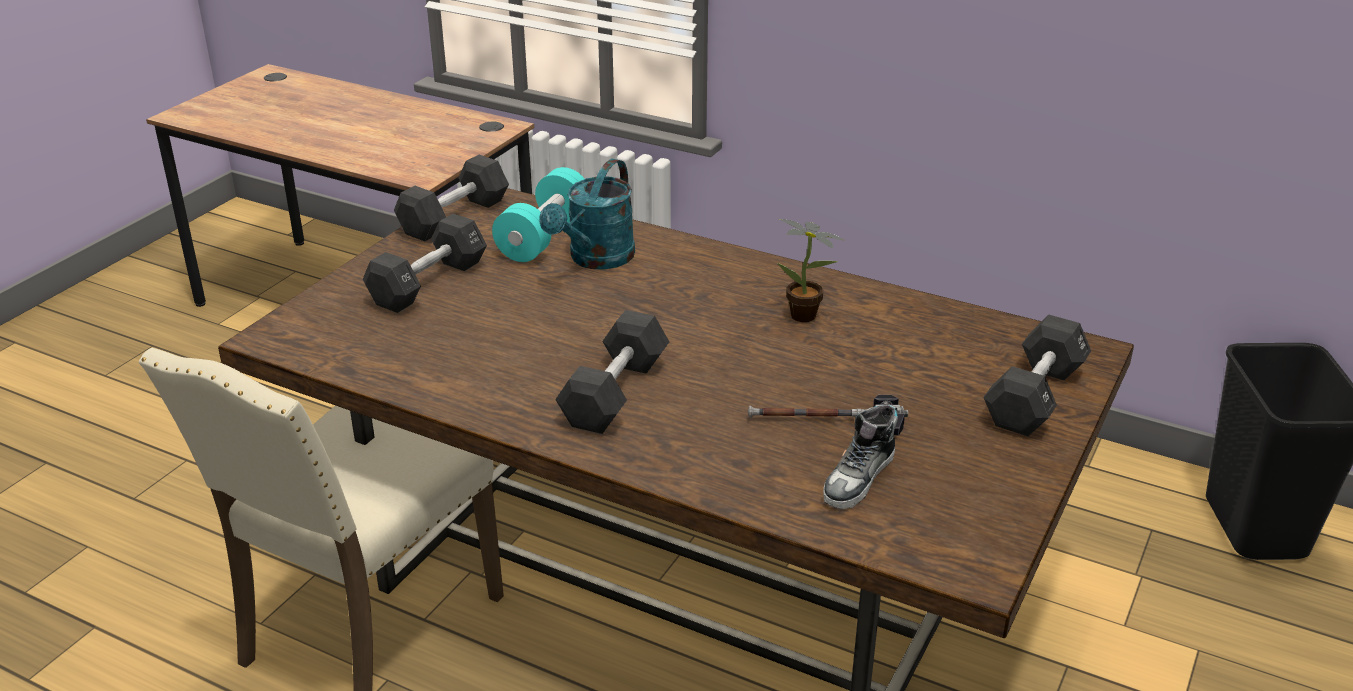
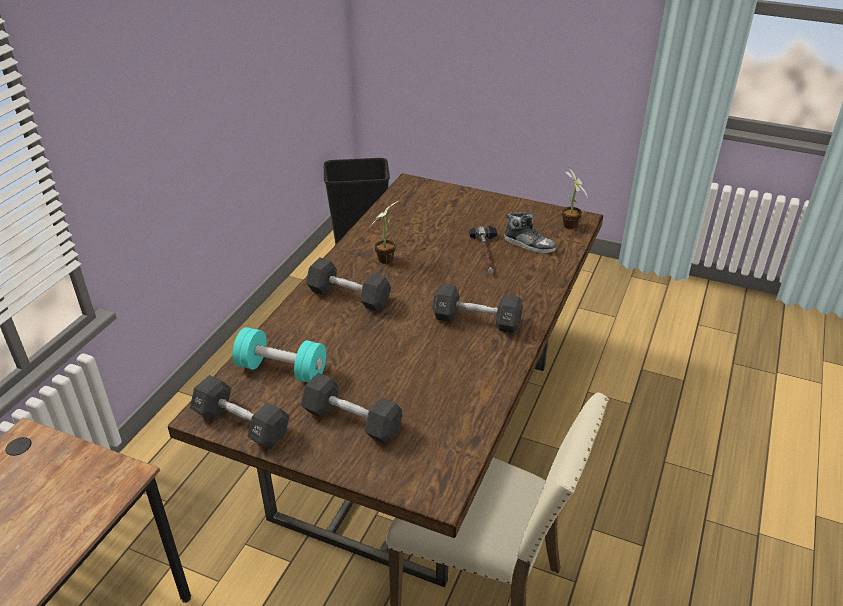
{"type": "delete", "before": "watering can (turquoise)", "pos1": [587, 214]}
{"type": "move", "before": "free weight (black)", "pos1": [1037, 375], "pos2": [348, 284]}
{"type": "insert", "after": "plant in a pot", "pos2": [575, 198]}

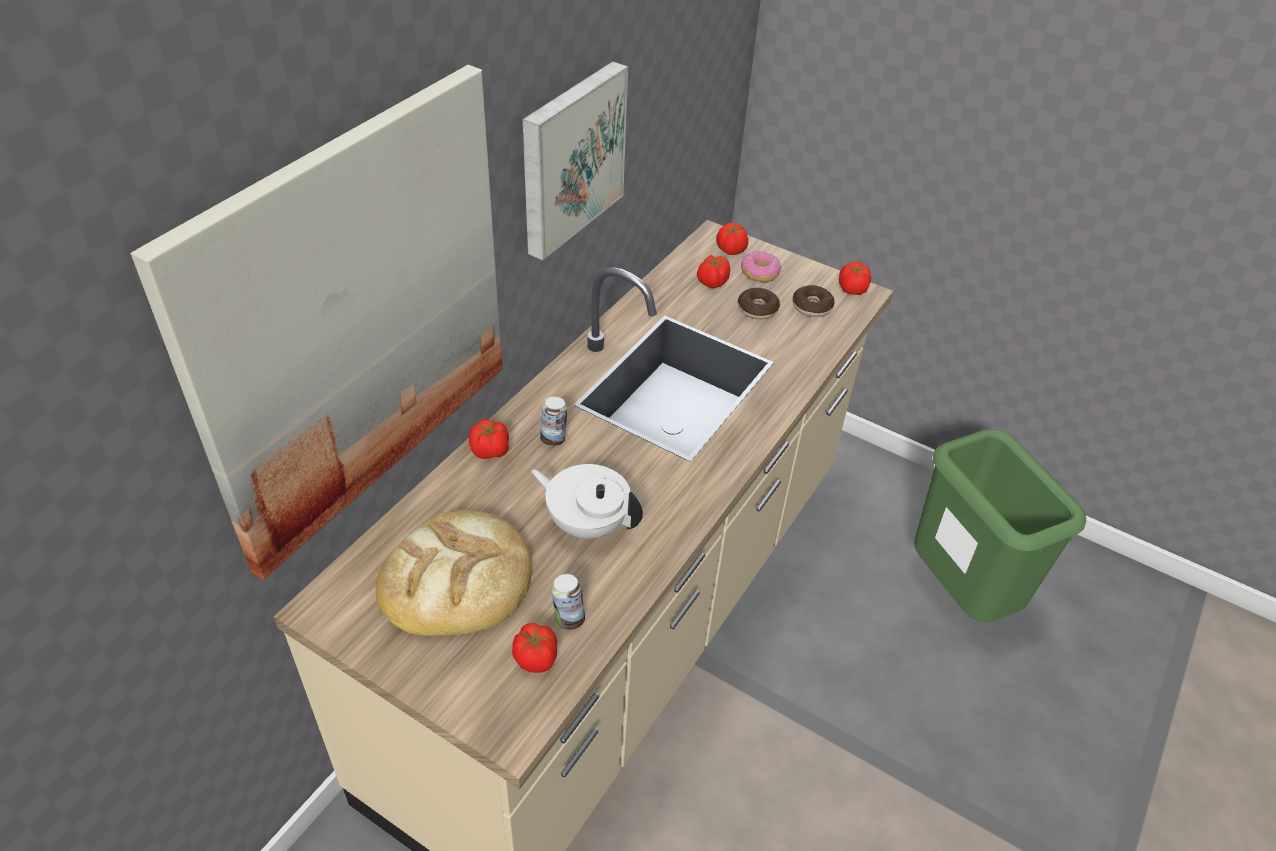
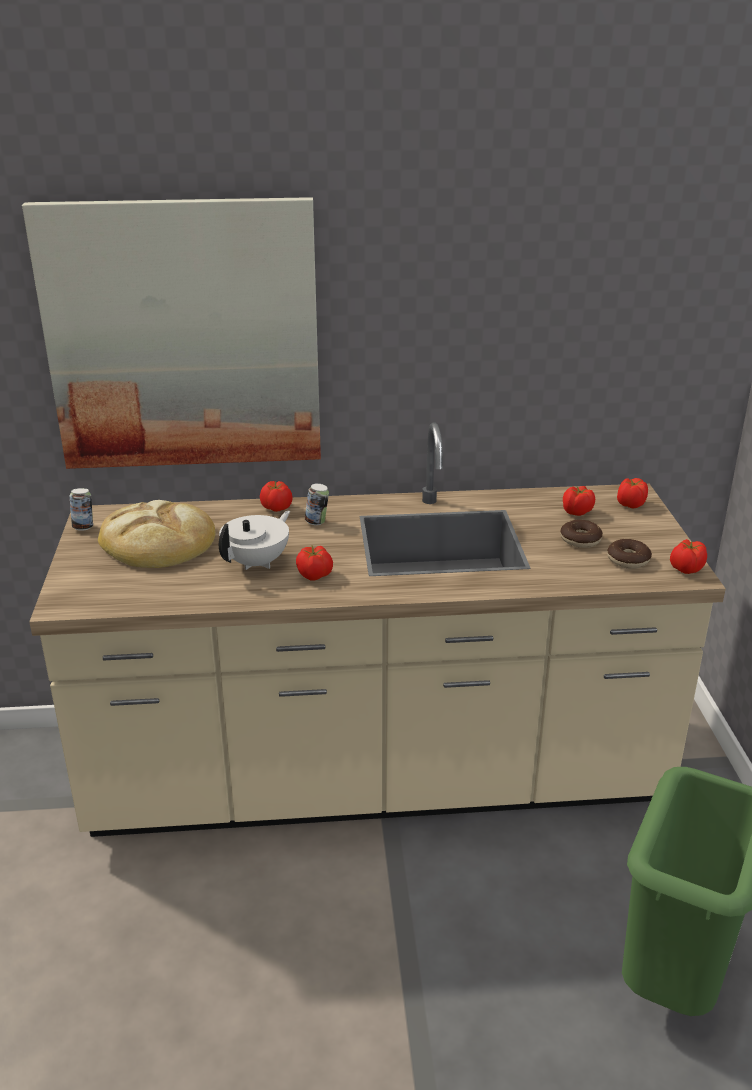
{"type": "move", "before": "fresh tomato", "pos1": [534, 648], "pos2": [314, 563]}
{"type": "delete", "before": "wall art", "pos1": [575, 160]}
{"type": "rotate", "before": "tea pot (whitish)", "pos1": [587, 501], "pos2": [254, 540], "turn": 45}
{"type": "move", "before": "sealed can", "pos1": [568, 602], "pos2": [81, 509]}
{"type": "delete", "before": "donut", "pos1": [761, 266]}

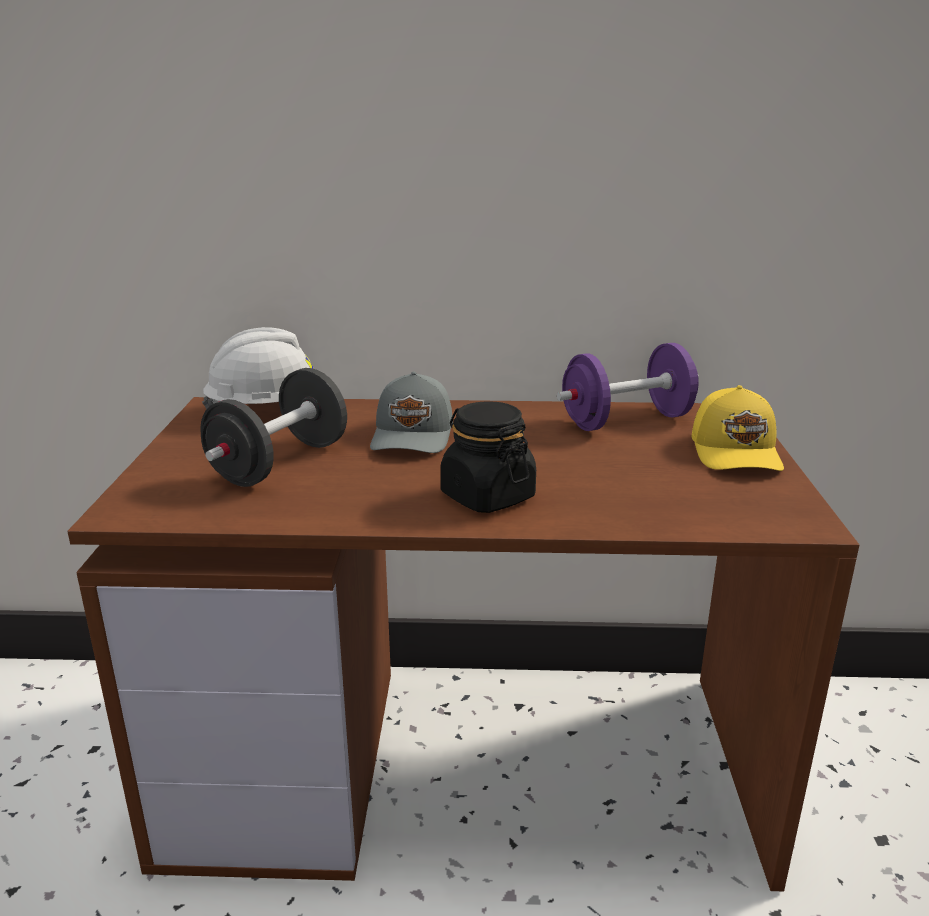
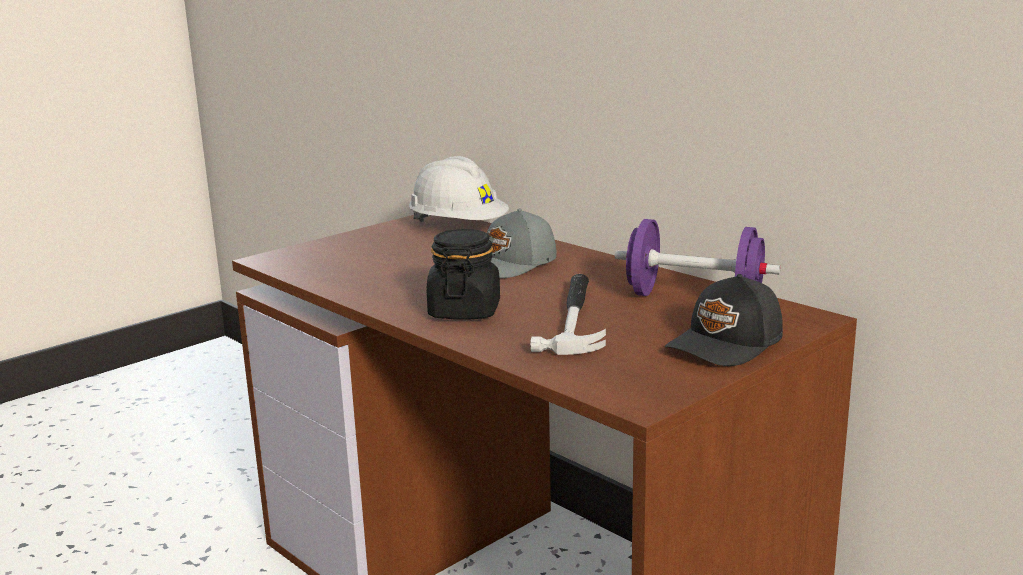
{"type": "delete", "before": "free weight (black)", "pos1": [273, 427]}
{"type": "recolor", "before": "peaked cap (yellow-coloured)", "after": "peaked cap (black)", "pos1": [738, 428], "pos2": [724, 320]}
{"type": "insert", "after": "hammer", "pos2": [568, 314]}

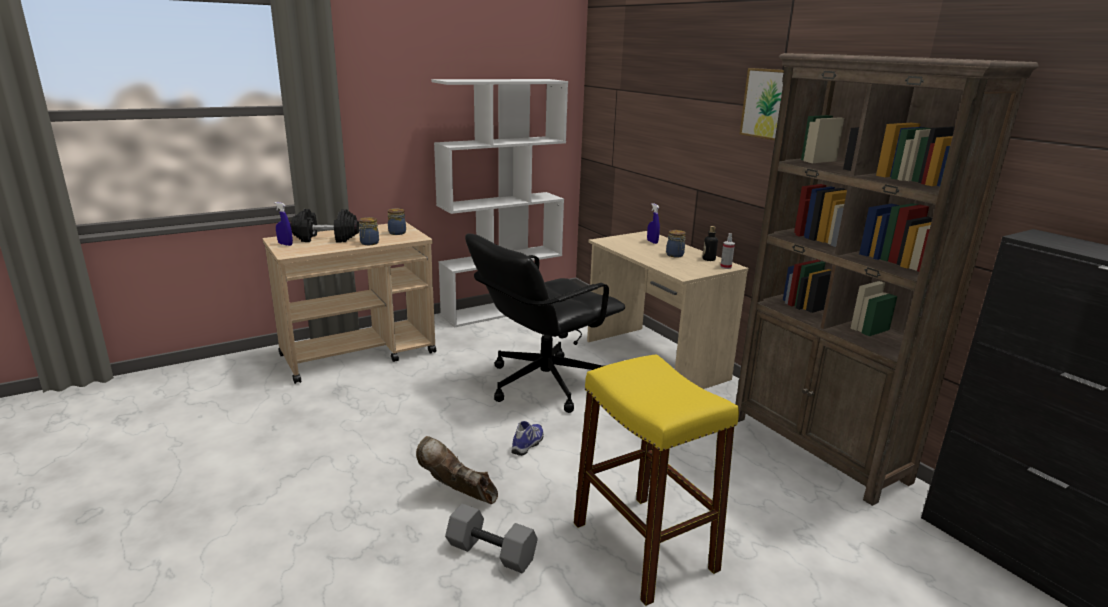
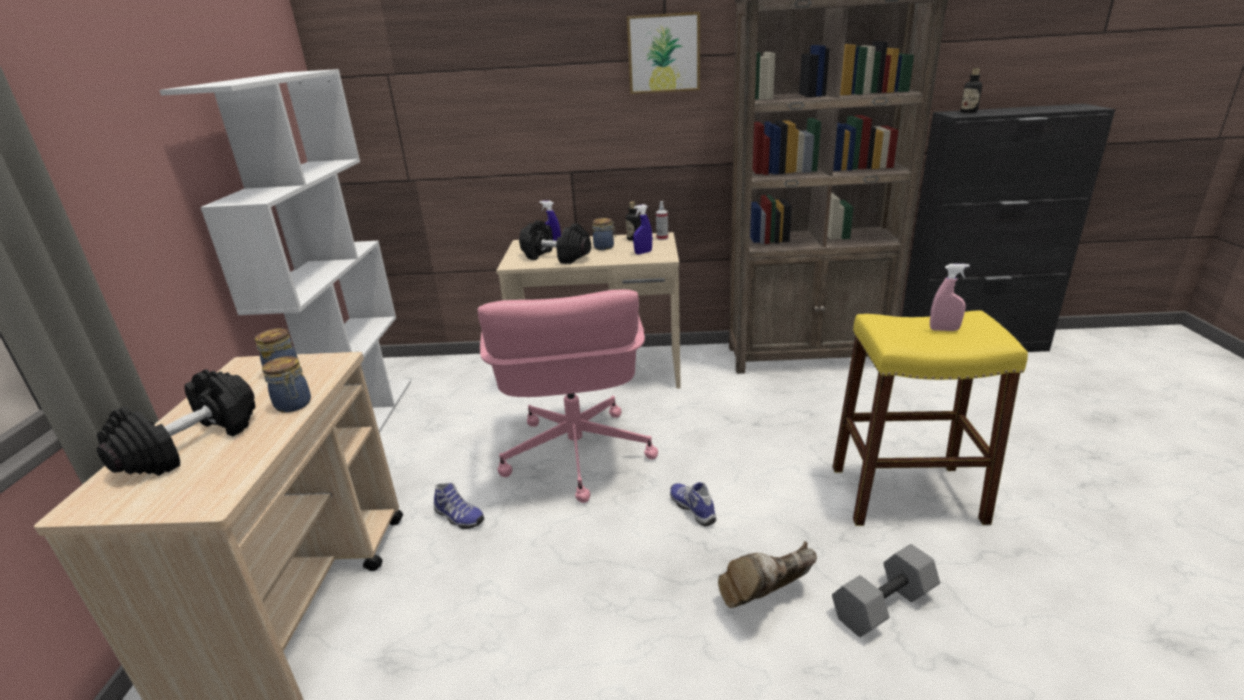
{"type": "move", "before": "hand sprayer (bluish)", "pos1": [283, 224], "pos2": [642, 229]}
{"type": "recolor", "before": "office chair (black)", "after": "office chair (pink-coloured)", "pos1": [545, 323], "pos2": [568, 396]}
{"type": "insert", "after": "item of footwear", "pos2": [459, 506]}
{"type": "insert", "after": "free weight (black)", "pos2": [555, 242]}
{"type": "insert", "after": "hand sprayer (pink-coloured)", "pos2": [950, 297]}
{"type": "insert", "after": "bottle", "pos2": [971, 90]}

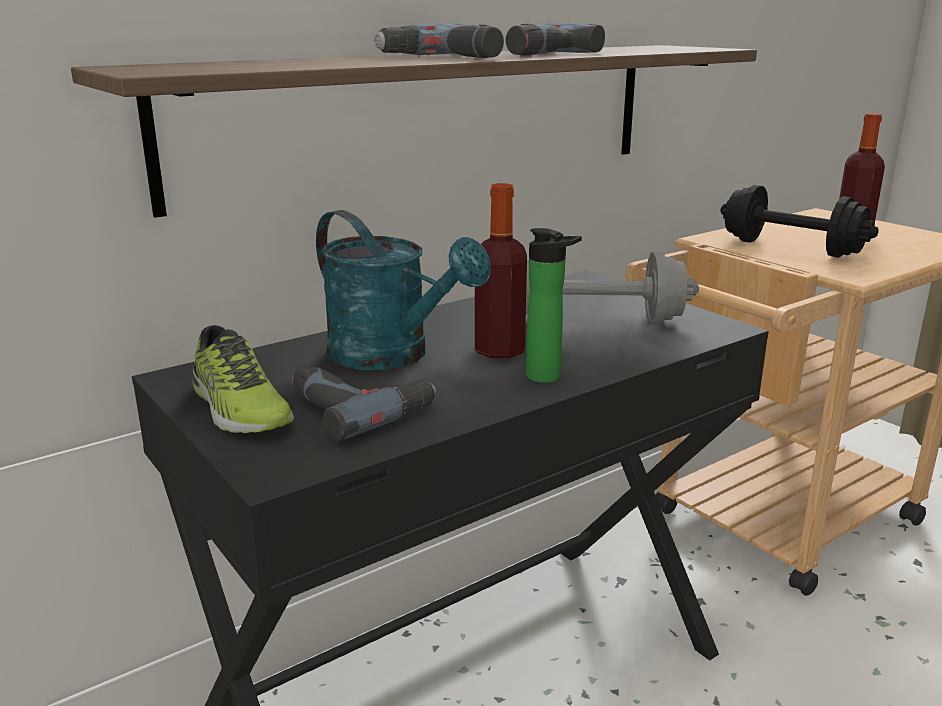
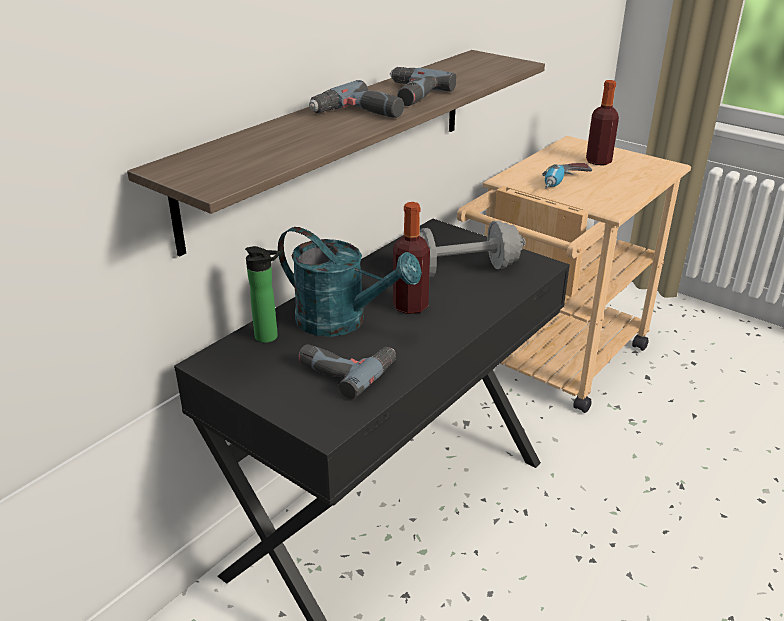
{"type": "delete", "before": "item of footwear", "pos1": [243, 379]}
{"type": "move", "before": "bottle", "pos1": [554, 305], "pos2": [262, 294]}
{"type": "replace", "before": "free weight (black)", "after": "power drill", "pos1": [799, 221], "pos2": [567, 176]}

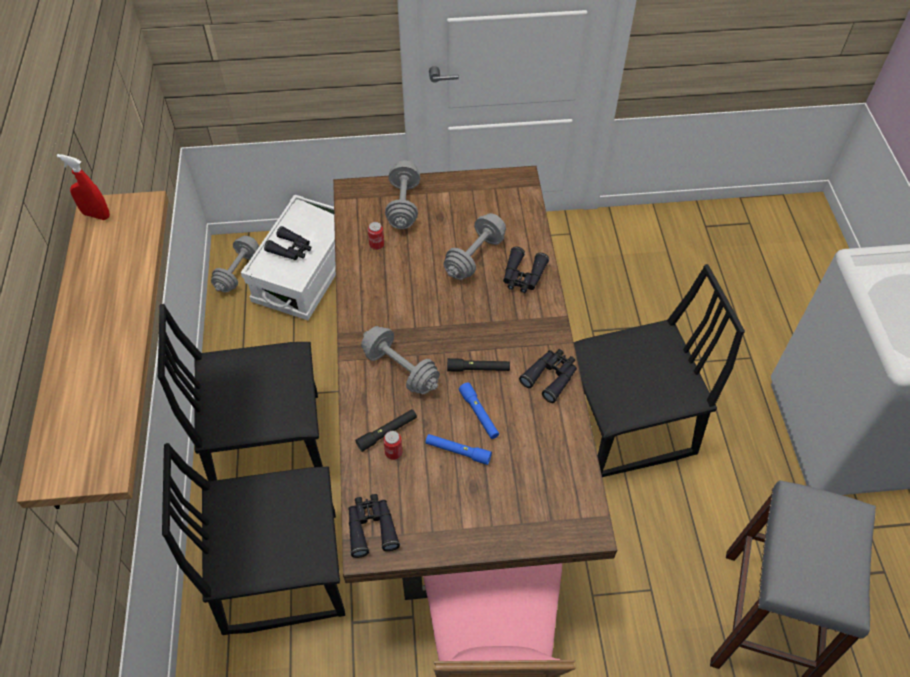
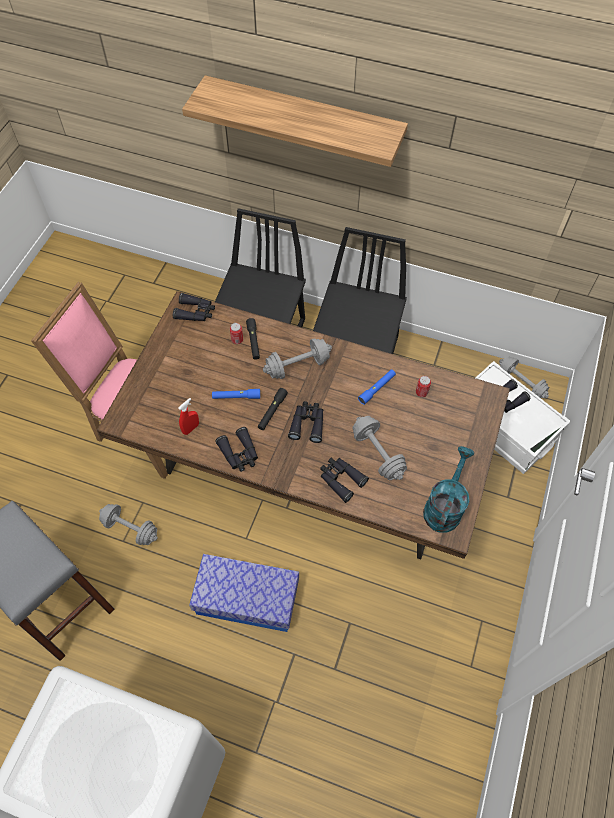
{"type": "move", "before": "hand sprayer (red)", "pos1": [83, 187], "pos2": [188, 416]}
{"type": "move", "before": "free weight (greyish)", "pos1": [402, 195], "pos2": [128, 524]}
{"type": "move", "before": "flashlight (bluish)", "pos1": [458, 449], "pos2": [377, 387]}
{"type": "replace", "before": "chair (black)", "after": "storage box", "pos1": [659, 370], "pos2": [244, 593]}
{"type": "insert", "after": "binoculars (black)", "pos2": [305, 422]}
{"type": "insert", "after": "watering can (turquoise)", "pos2": [449, 489]}

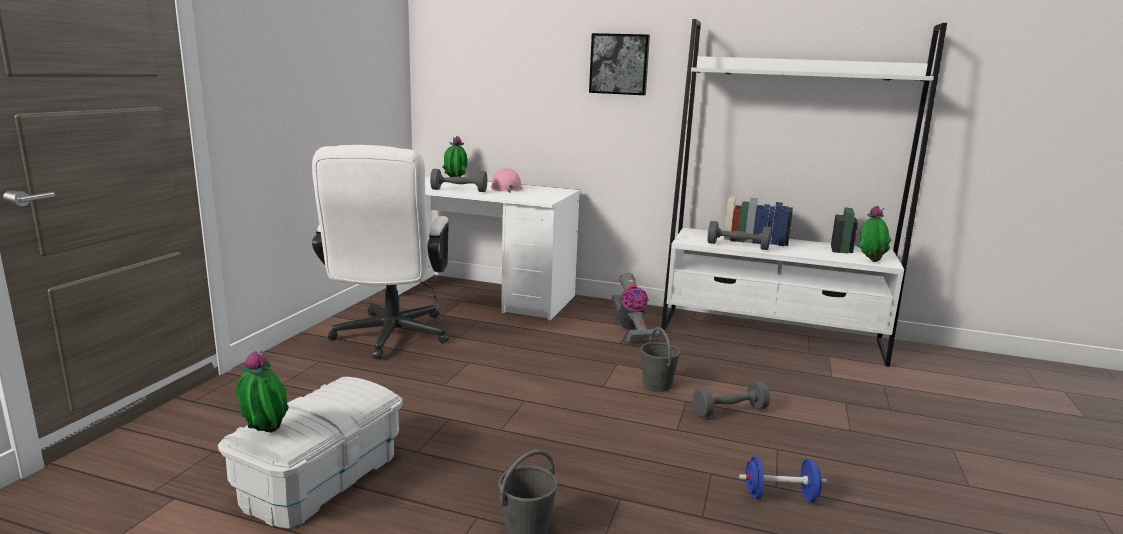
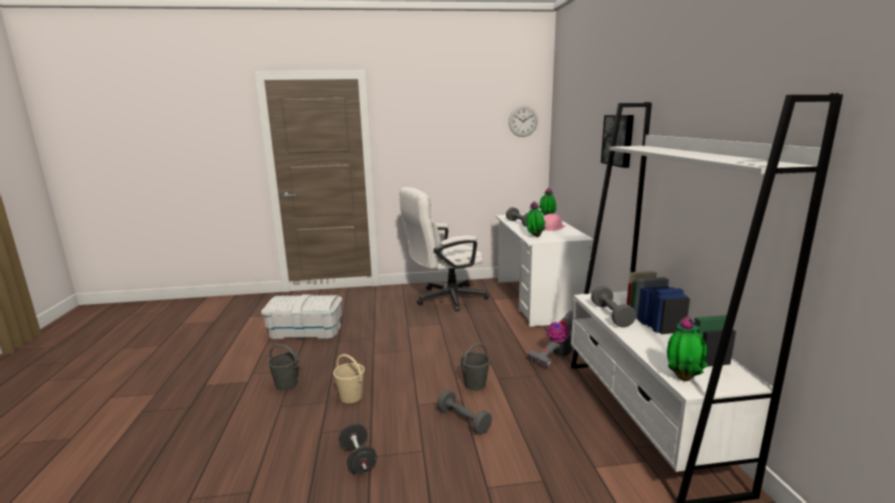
{"type": "move", "before": "plant in a pot", "pos1": [262, 391], "pos2": [536, 219]}
{"type": "recolor", "before": "free weight (bluish)", "after": "free weight (black)", "pos1": [783, 479], "pos2": [358, 448]}
{"type": "insert", "after": "water bucket (sand-coloured)", "pos2": [349, 378]}
{"type": "insert", "after": "hanging clock", "pos2": [523, 121]}

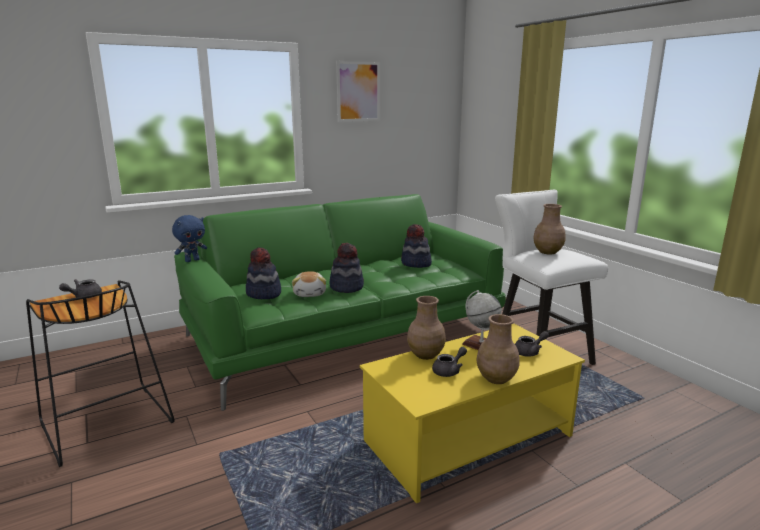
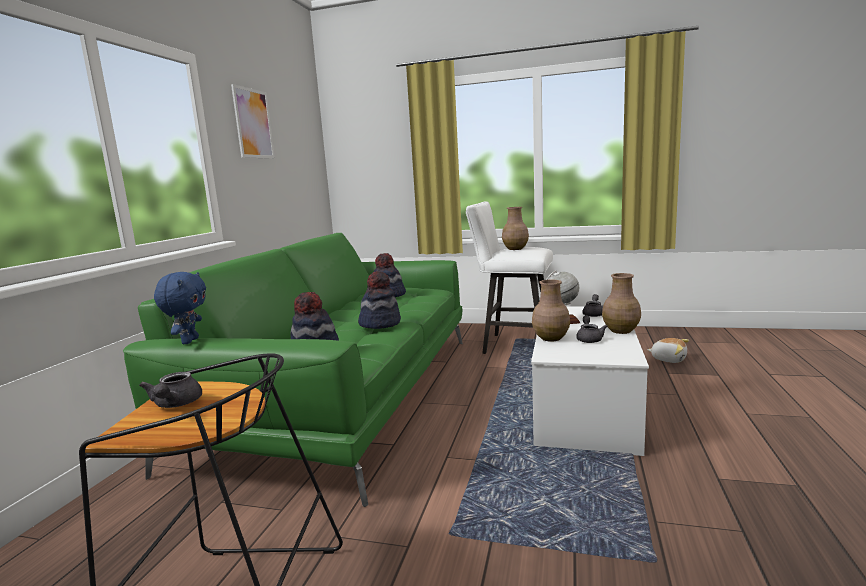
{"type": "move", "before": "cuddly toy", "pos1": [309, 284], "pos2": [668, 350]}
{"type": "recolor", "before": "low table (yellow-coloured)", "after": "low table (whitish)", "pos1": [472, 413], "pos2": [590, 381]}

